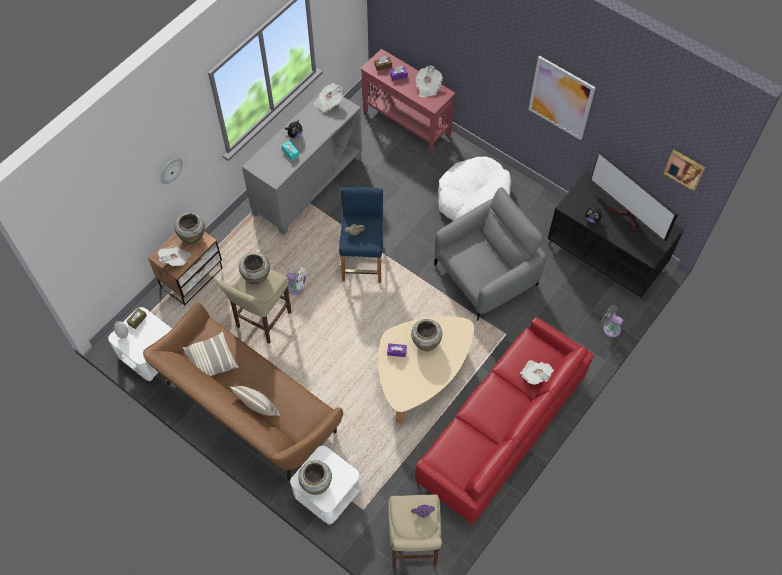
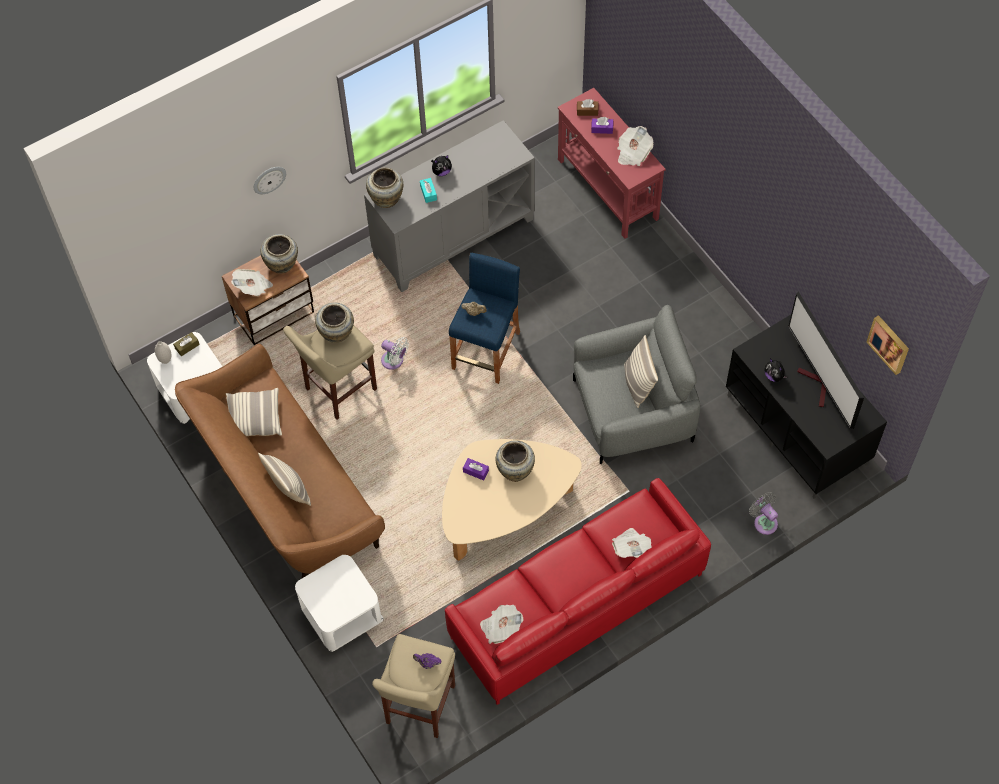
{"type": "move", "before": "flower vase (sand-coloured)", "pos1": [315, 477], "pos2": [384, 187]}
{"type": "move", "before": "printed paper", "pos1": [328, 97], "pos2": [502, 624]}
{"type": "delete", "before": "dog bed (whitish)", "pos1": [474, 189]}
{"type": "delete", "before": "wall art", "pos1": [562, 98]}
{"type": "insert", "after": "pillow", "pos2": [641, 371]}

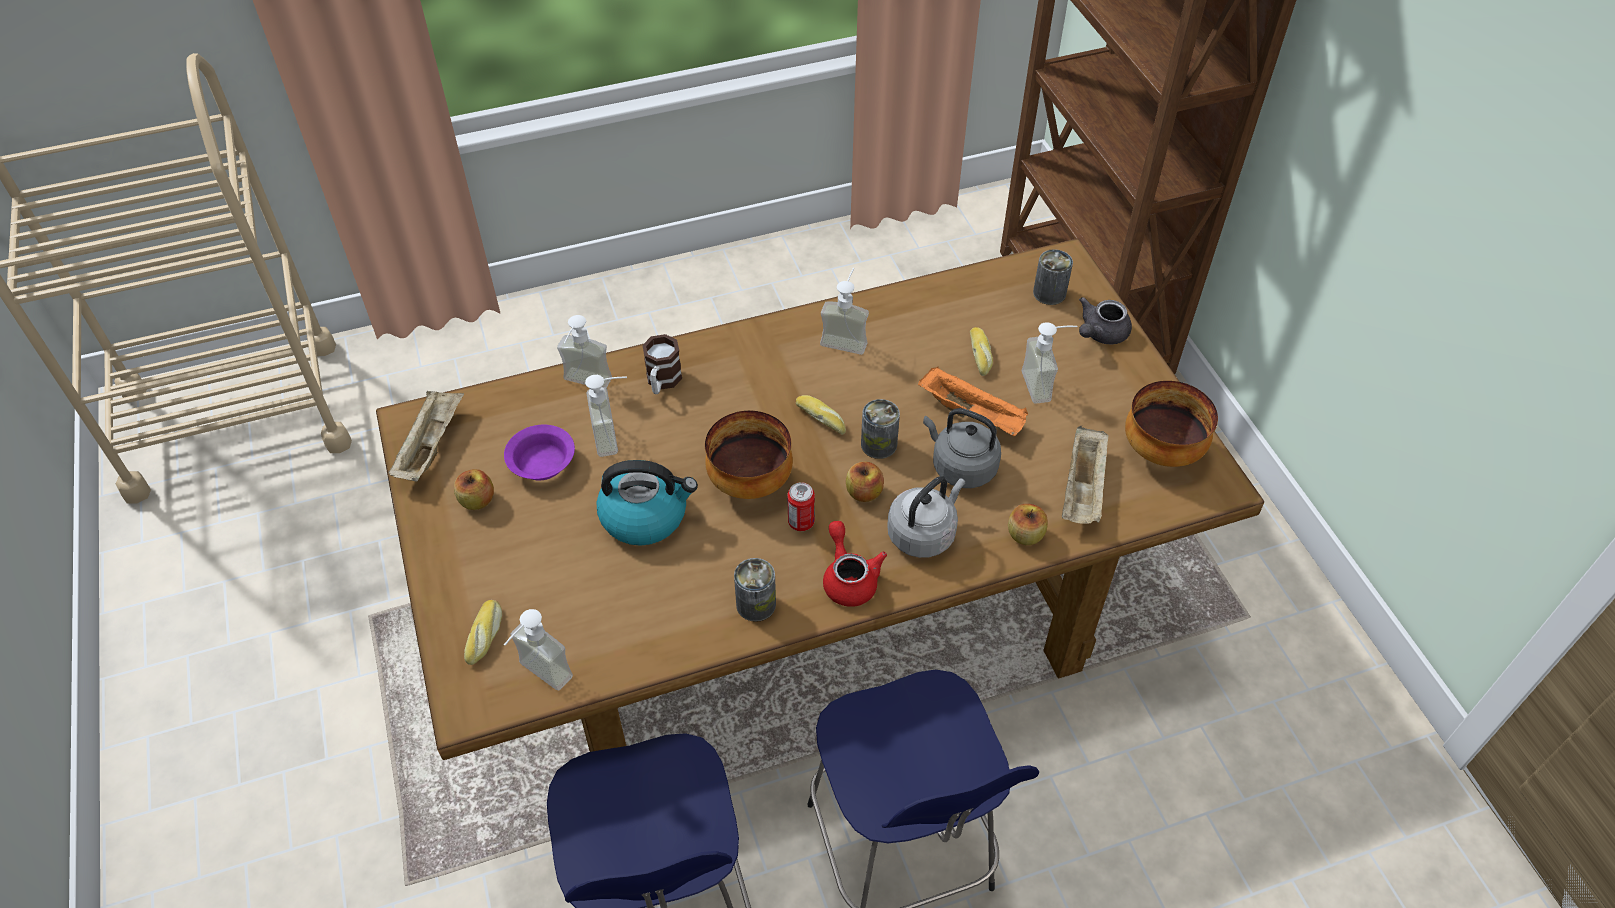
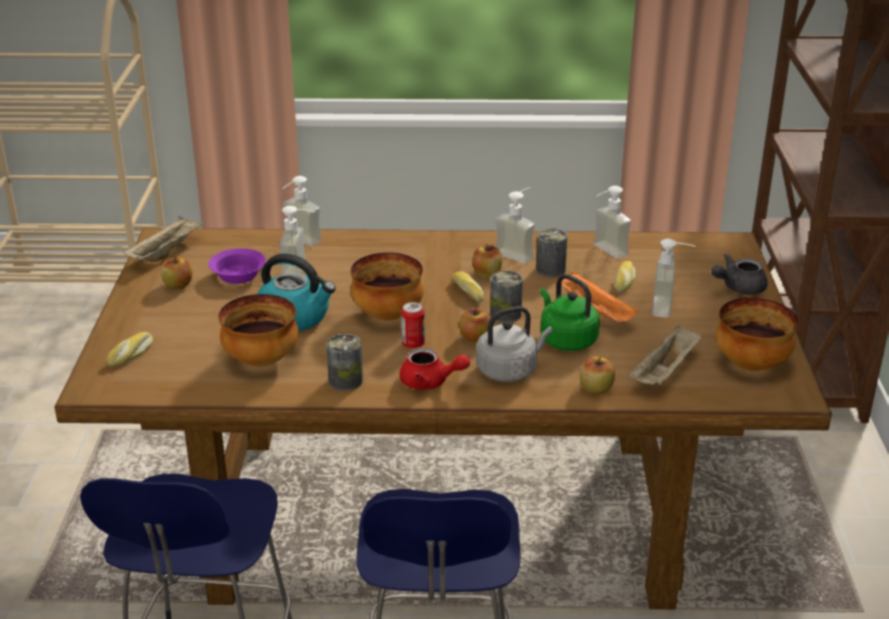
{"type": "move", "before": "soap dispenser", "pos1": [538, 649], "pos2": [612, 222]}
{"type": "delete", "before": "tea mug", "pos1": [662, 364]}
{"type": "rotate", "before": "tea pot (red)", "pos1": [855, 564], "pos2": [434, 369], "turn": 105}
{"type": "recolor", "before": "tea kettle (greyish)", "after": "tea kettle (greenish)", "pos1": [962, 448], "pos2": [570, 312]}
{"type": "move", "before": "sealed can", "pos1": [1053, 277], "pos2": [552, 253]}
{"type": "insert", "after": "deep dish", "pos2": [258, 330]}
{"type": "insert", "after": "apple fruit", "pos2": [487, 260]}

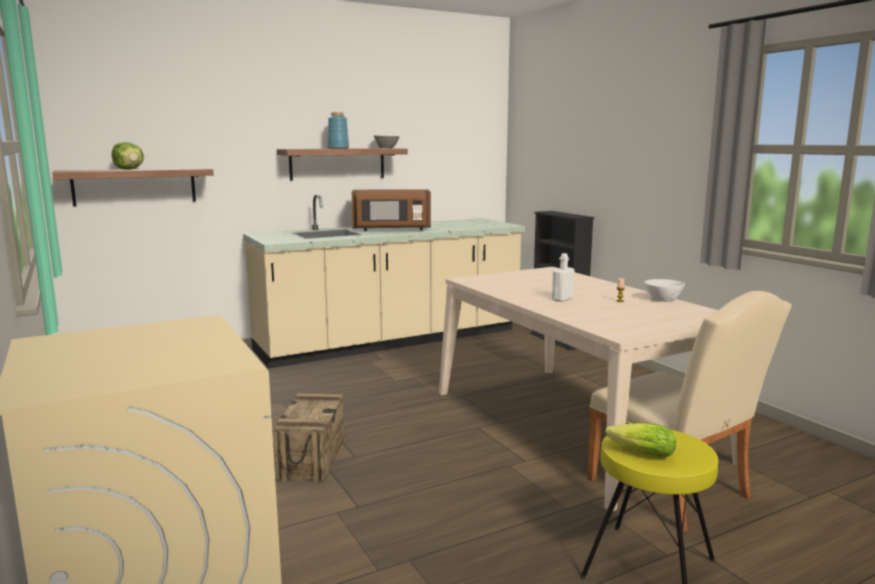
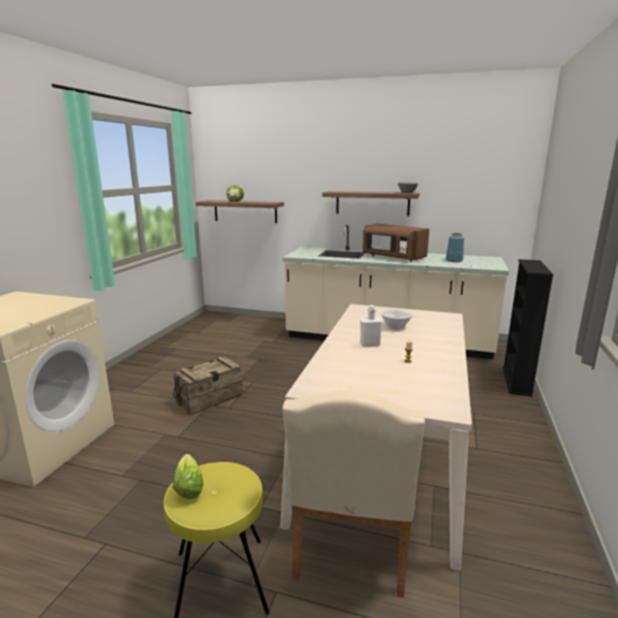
{"type": "move", "before": "flower vase (bluish)", "pos1": [338, 130], "pos2": [455, 247]}
{"type": "move", "before": "deep dish (whitish)", "pos1": [665, 290], "pos2": [396, 319]}

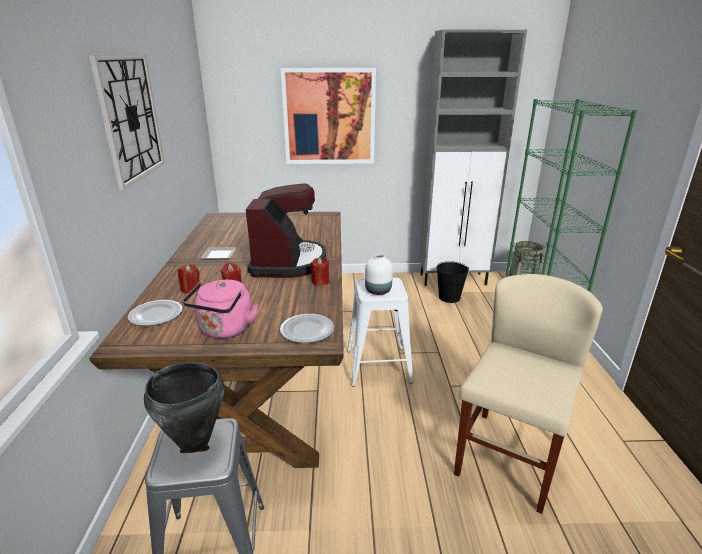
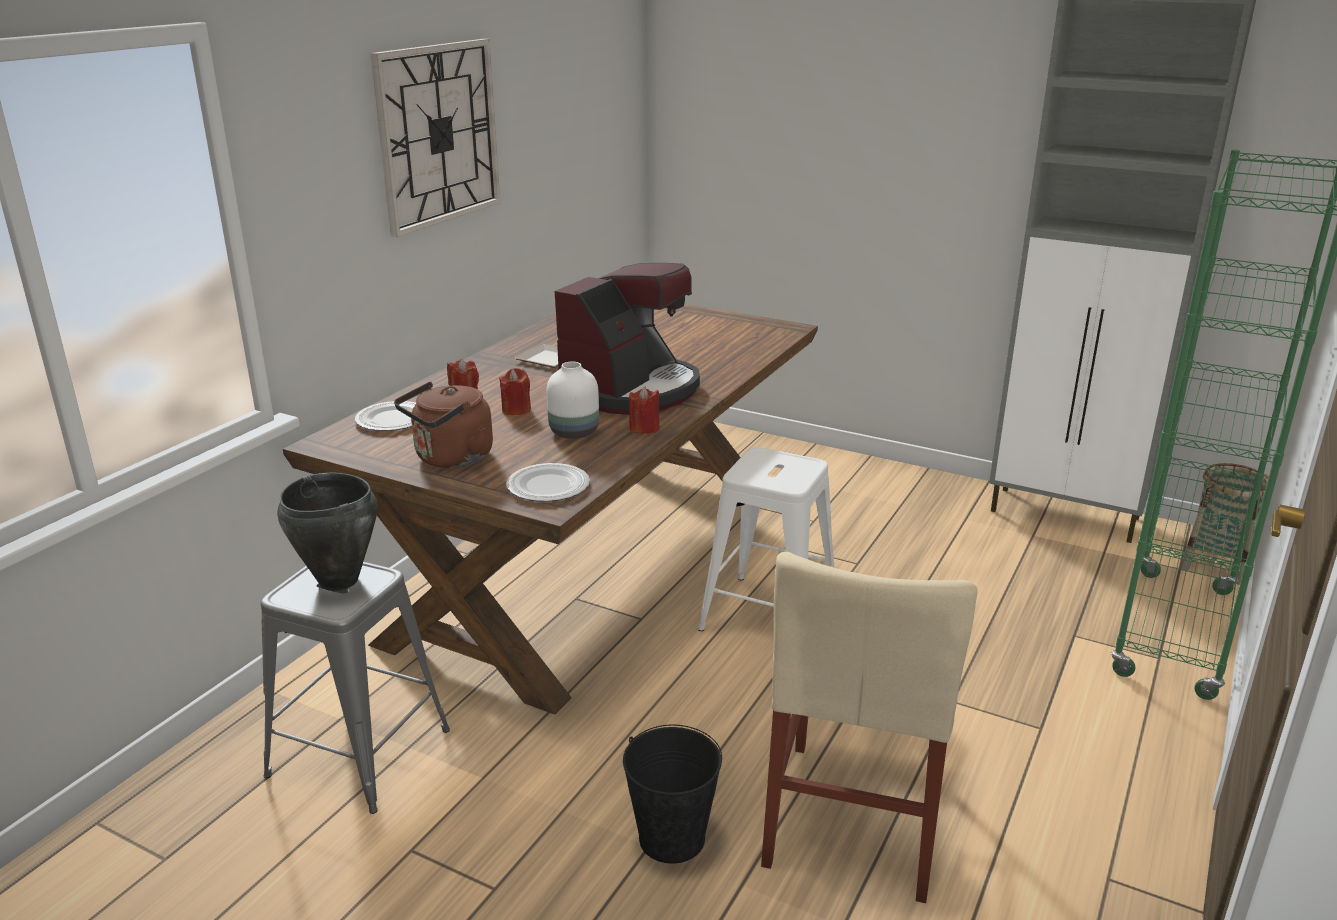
{"type": "recolor", "before": "tea kettle (pink-coloured)", "after": "tea kettle (brown)", "pos1": [221, 309], "pos2": [443, 425]}
{"type": "delete", "before": "wall art", "pos1": [328, 116]}
{"type": "move", "before": "flower vase (whitish)", "pos1": [379, 274], "pos2": [573, 400]}
{"type": "move", "before": "water bucket (black)", "pos1": [452, 282], "pos2": [672, 794]}
{"type": "rotate", "before": "chair (sand-coloured)", "pos1": [528, 394], "pos2": [869, 727], "turn": 135}

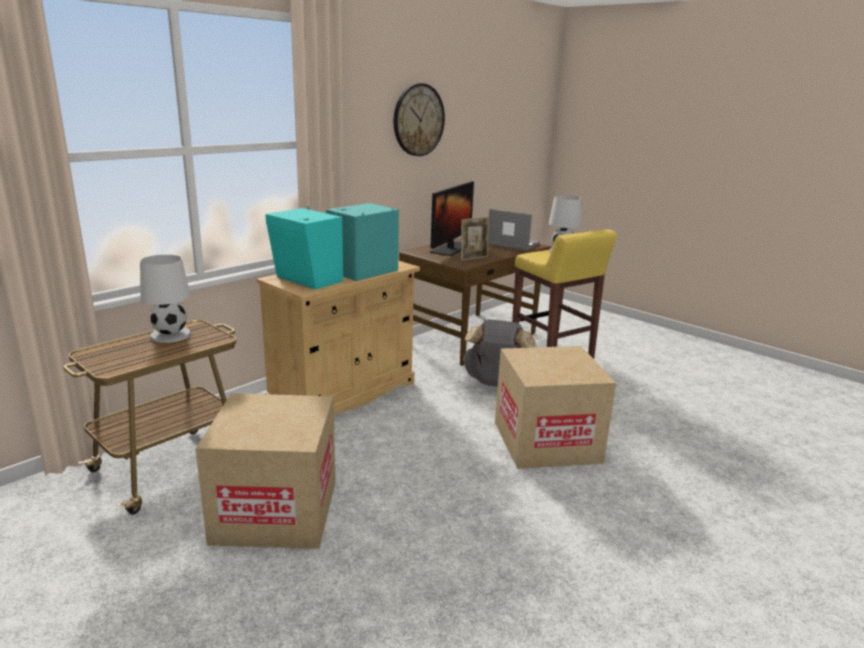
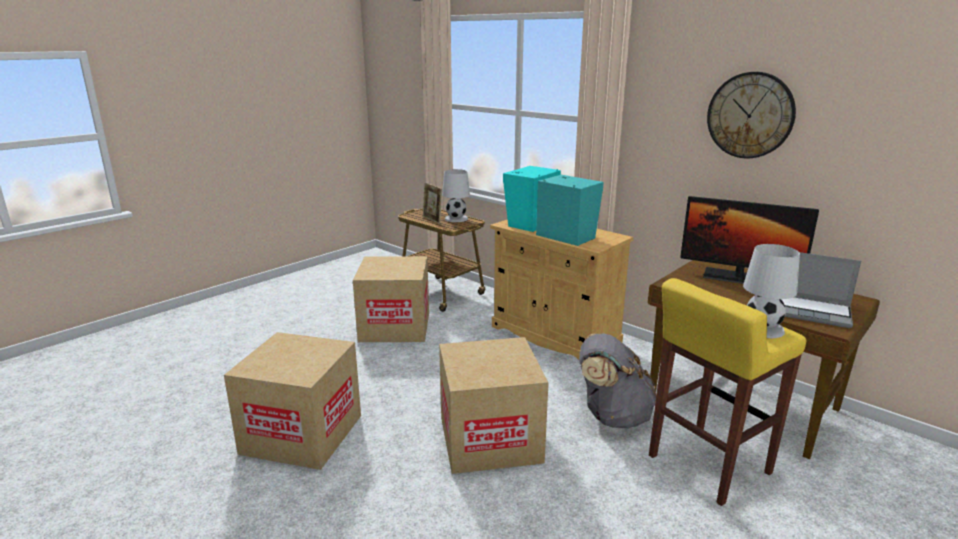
{"type": "move", "before": "photo frame", "pos1": [475, 239], "pos2": [432, 203]}
{"type": "rotate", "before": "laptop", "pos1": [514, 230], "pos2": [821, 290], "turn": 90}
{"type": "insert", "after": "packing box", "pos2": [292, 401]}

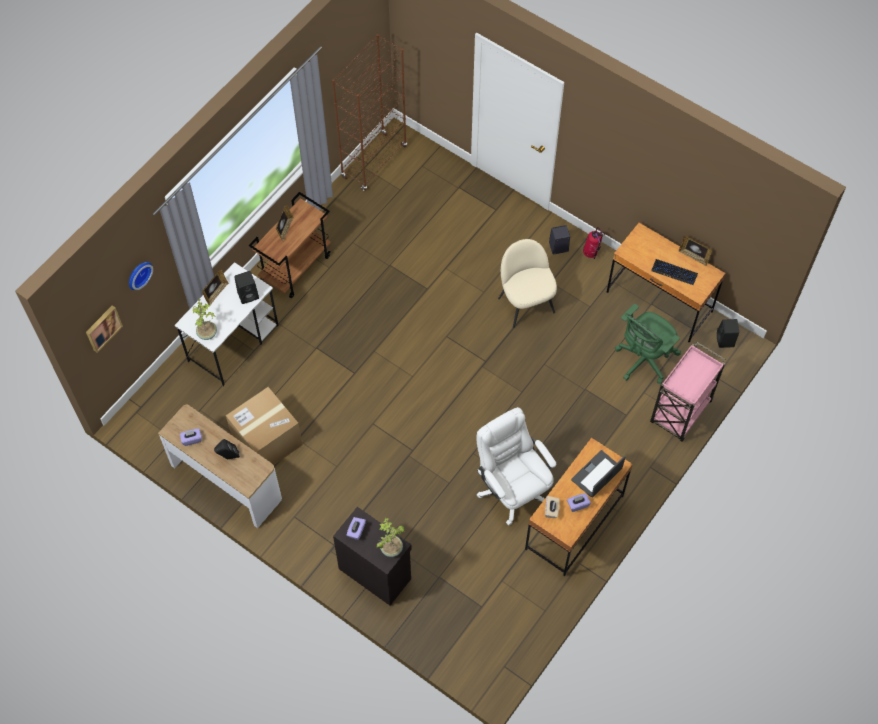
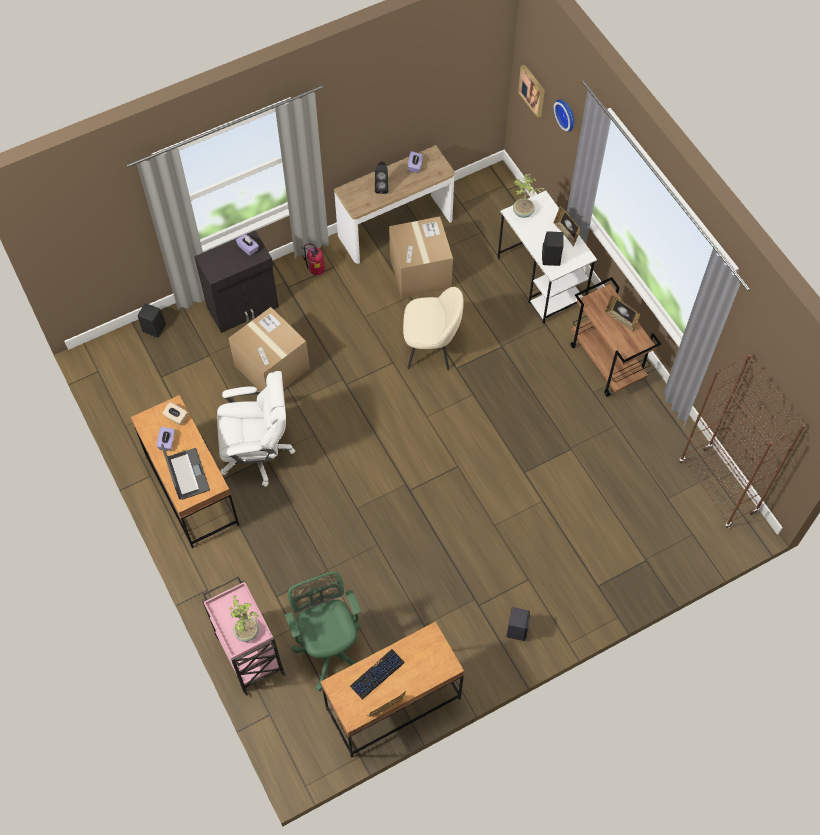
{"type": "move", "before": "plant in a pot", "pos1": [390, 537], "pos2": [245, 619]}
{"type": "move", "before": "chair (sand-coloured)", "pos1": [527, 283], "pos2": [433, 329]}
{"type": "move", "before": "fire-fighting cylinder", "pos1": [594, 243], "pos2": [313, 259]}
{"type": "move", "before": "audio speaker (black)", "pos1": [728, 333], "pos2": [151, 320]}
{"type": "insert", "after": "packing box", "pos2": [269, 349]}

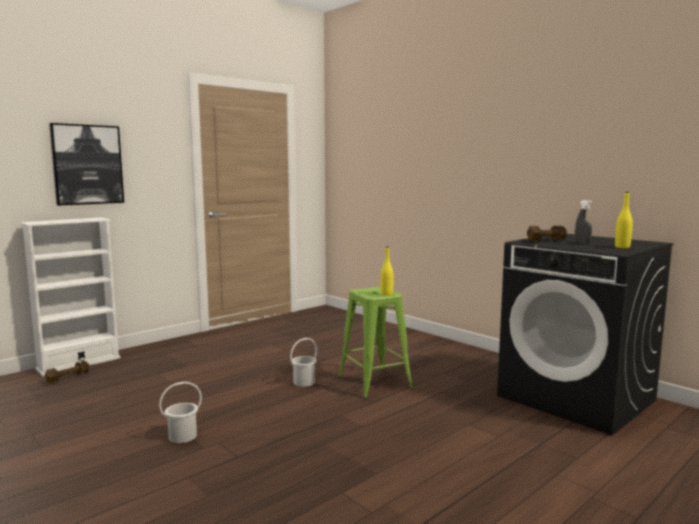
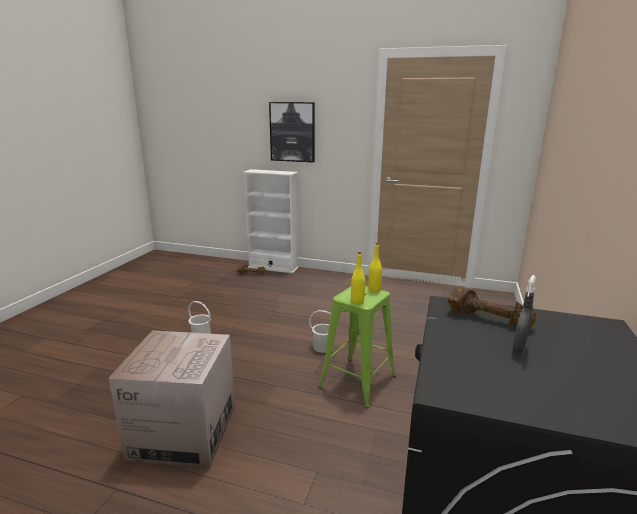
{"type": "move", "before": "bottle (yellow-coloured)", "pos1": [624, 220], "pos2": [375, 268]}
{"type": "insert", "after": "packing box", "pos2": [171, 399]}

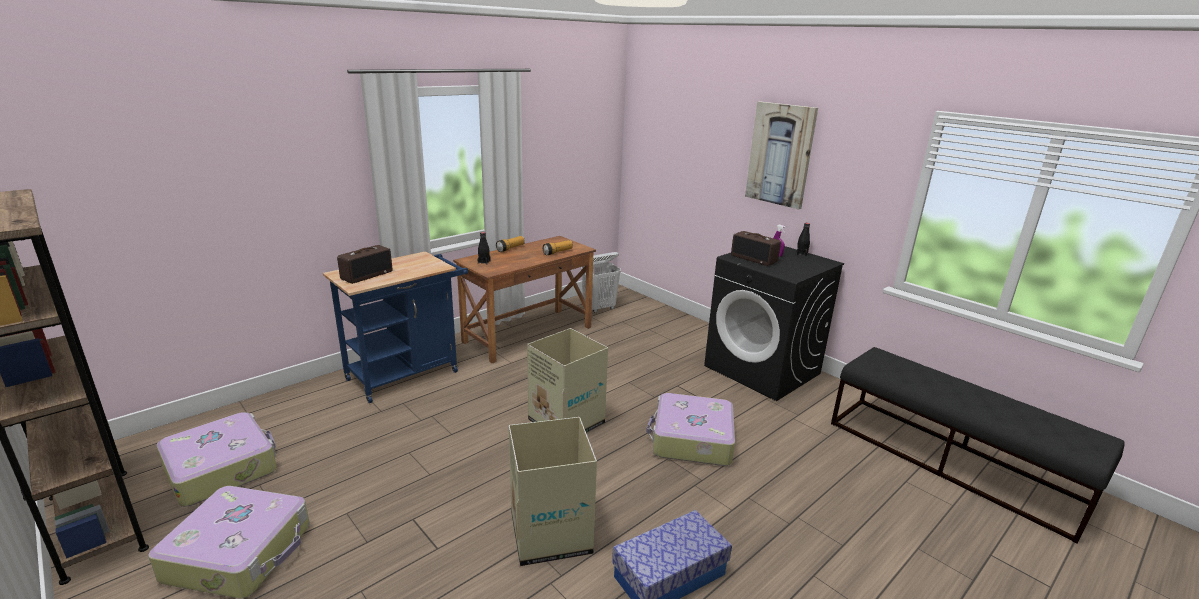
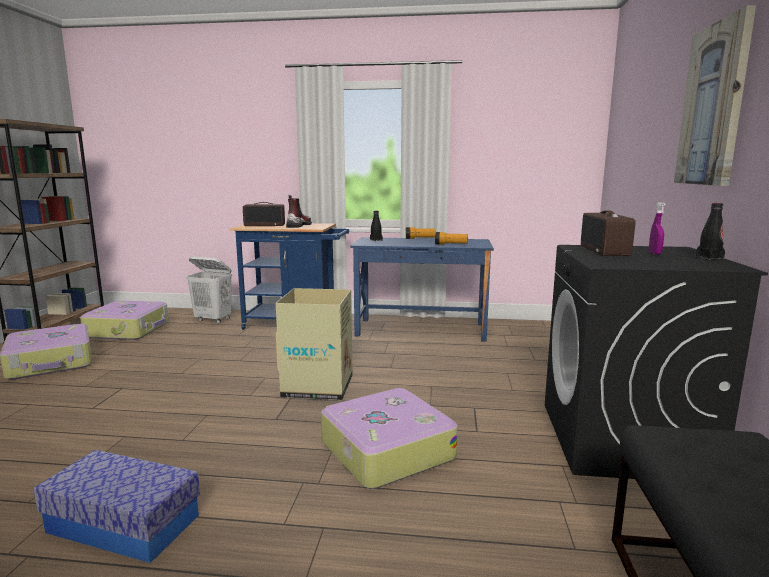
{"type": "recolor", "before": "desk (brown)", "after": "desk (bluish)", "pos1": [524, 299], "pos2": [422, 289]}
{"type": "delete", "before": "packing box", "pos1": [553, 491]}
{"type": "move", "before": "hamper (whitish)", "pos1": [601, 282], "pos2": [209, 290]}
{"type": "insert", "after": "boot", "pos2": [299, 211]}

